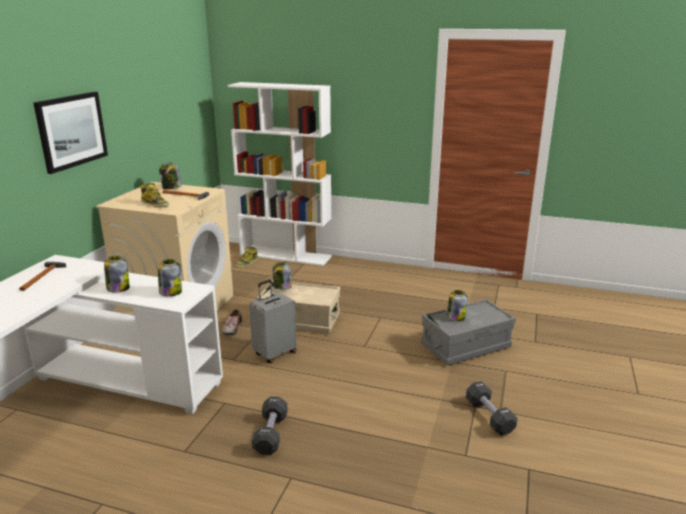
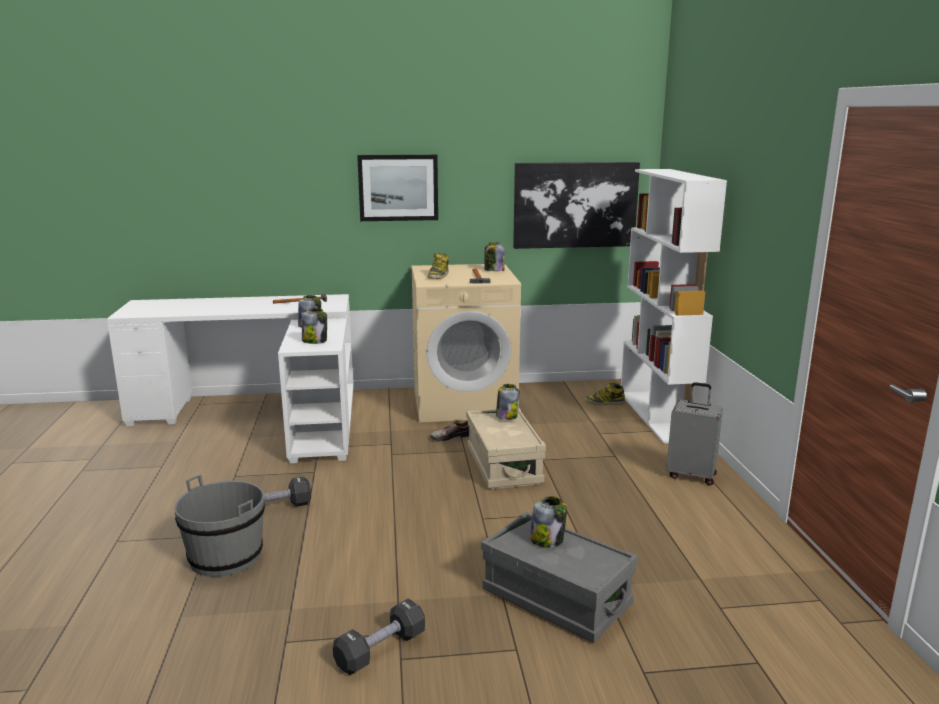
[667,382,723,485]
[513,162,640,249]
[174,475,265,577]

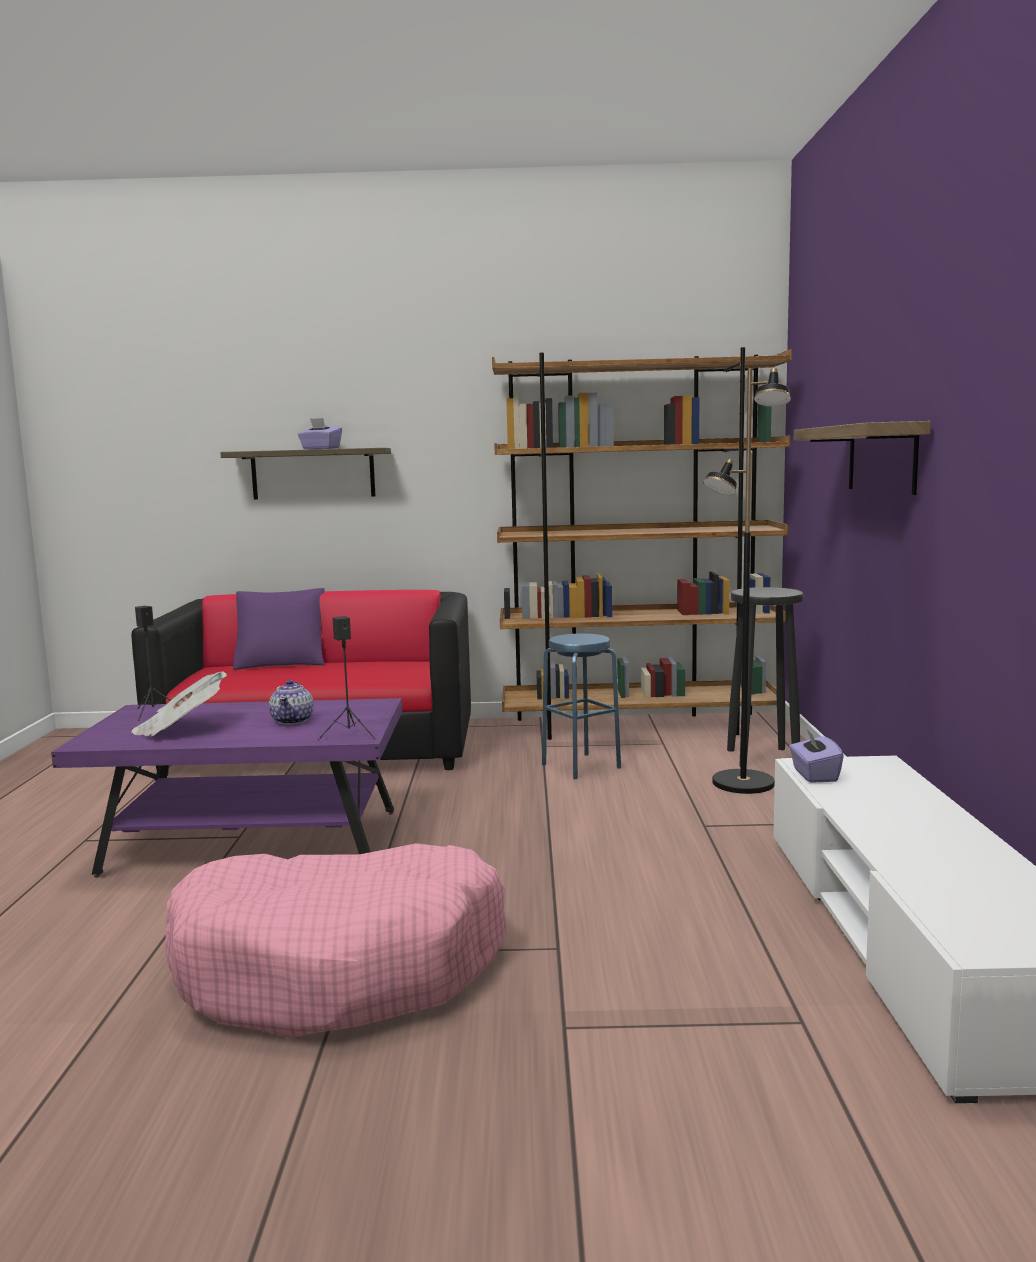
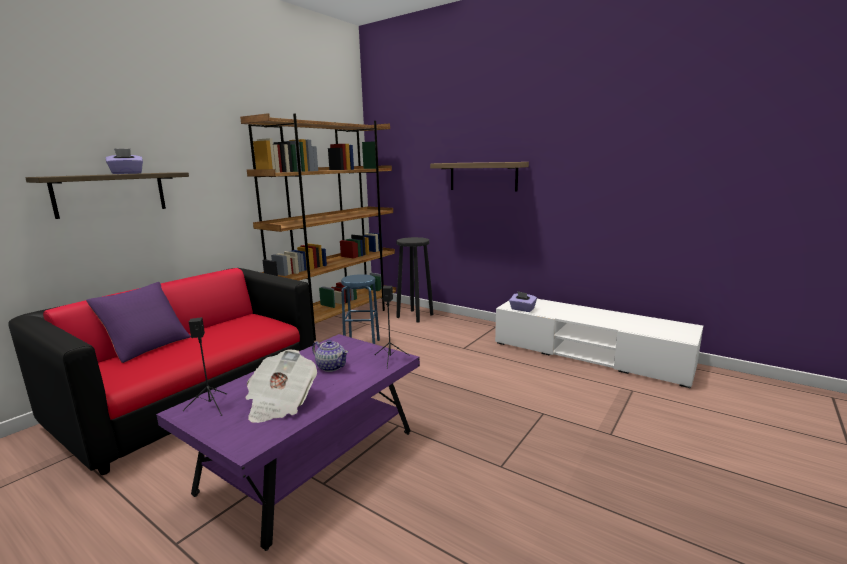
[703,368,791,794] (first image)
[165,843,507,1038] (first image)

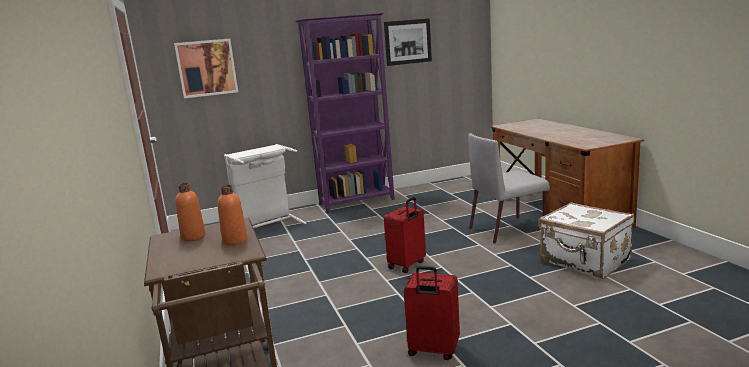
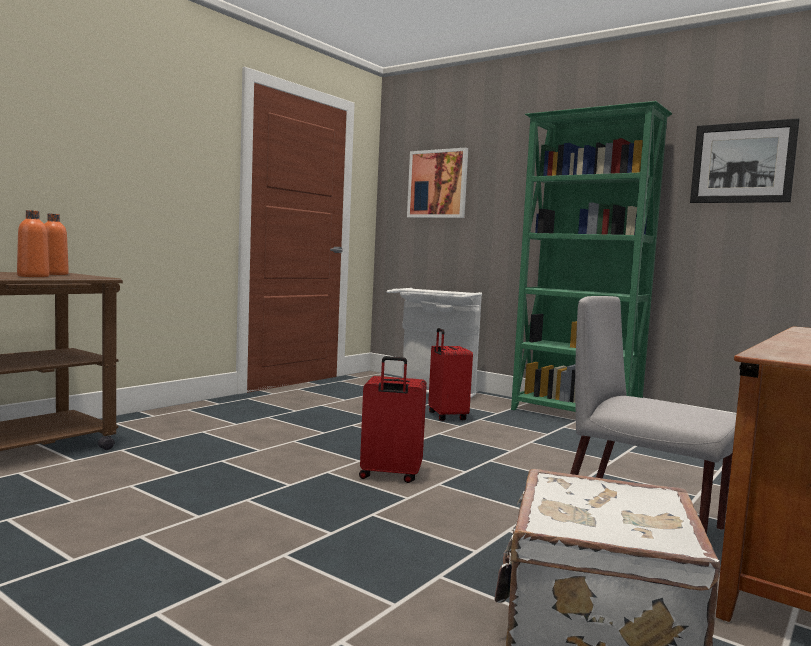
[511,101,672,412]
[428,328,473,421]

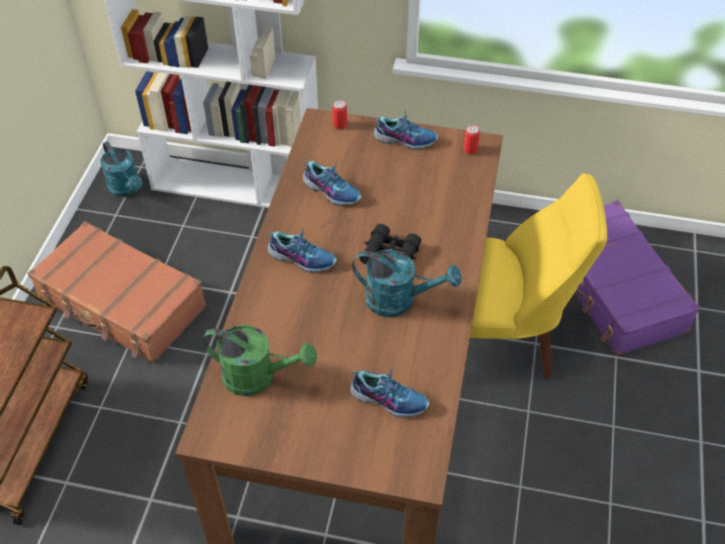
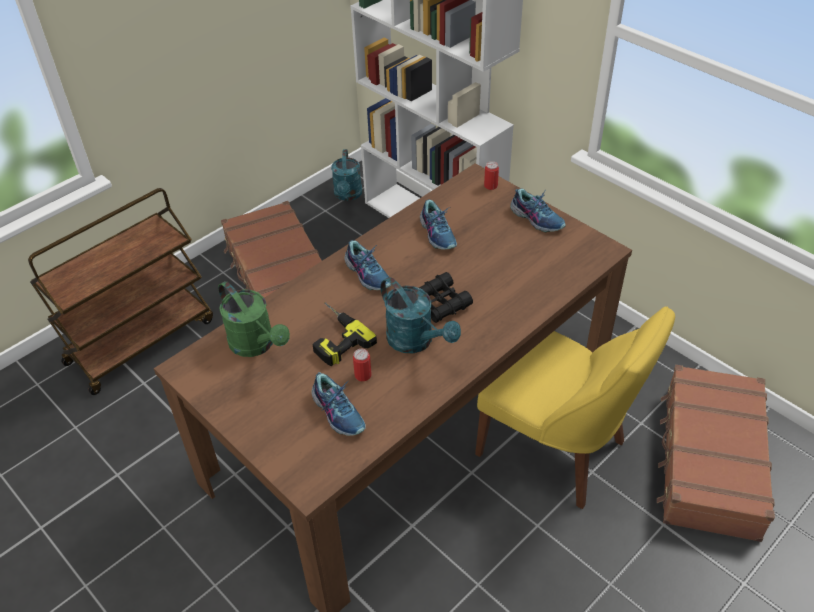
[353,349,371,381]
[657,365,775,542]
[313,302,377,366]

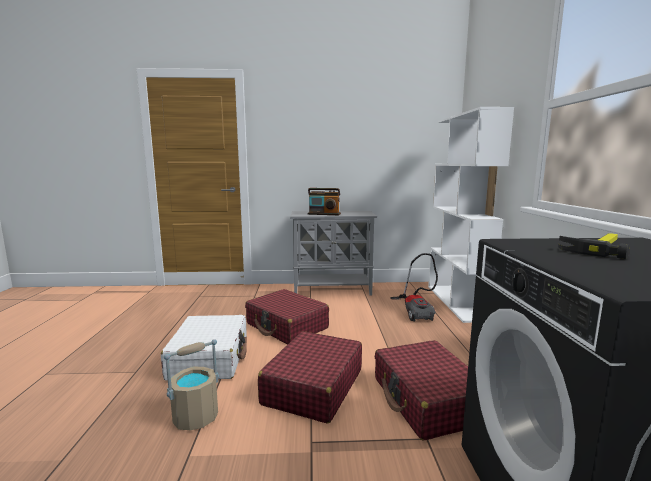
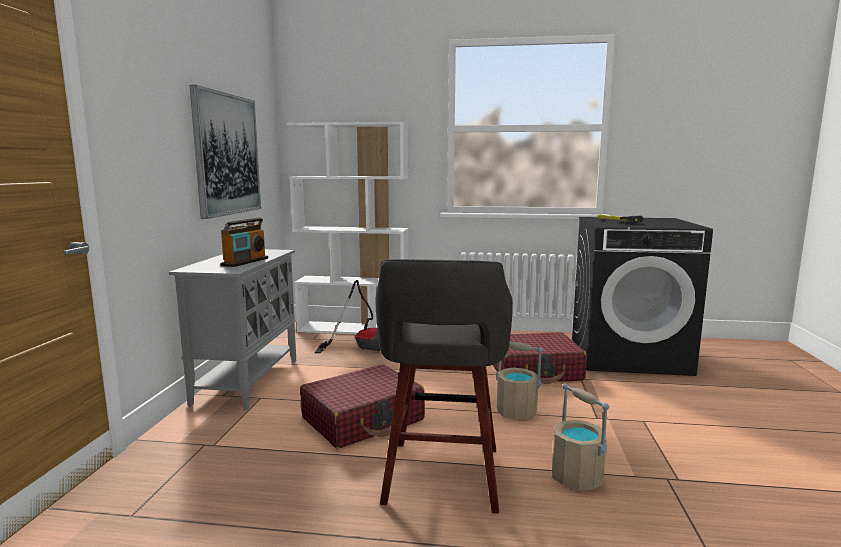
[375,259,513,514]
[496,342,543,420]
[190,85,261,219]

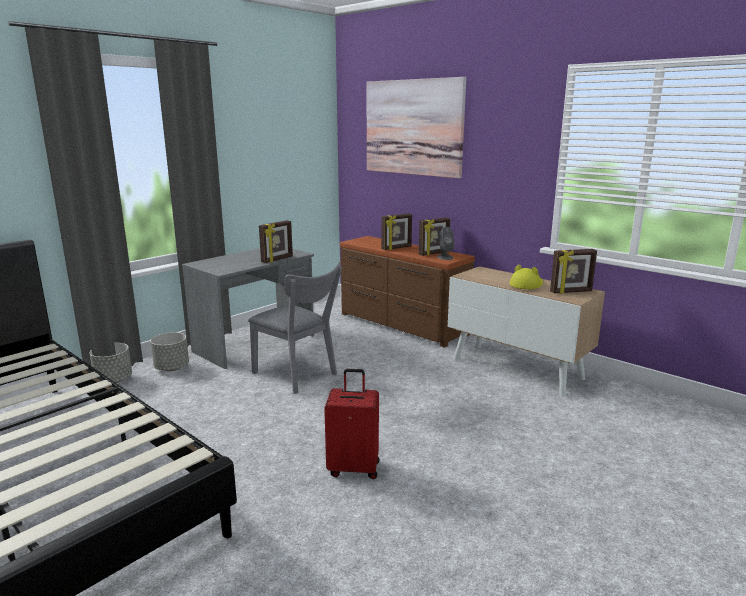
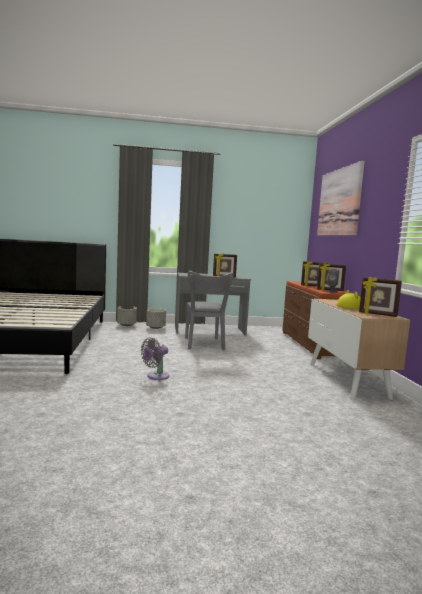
[141,338,170,380]

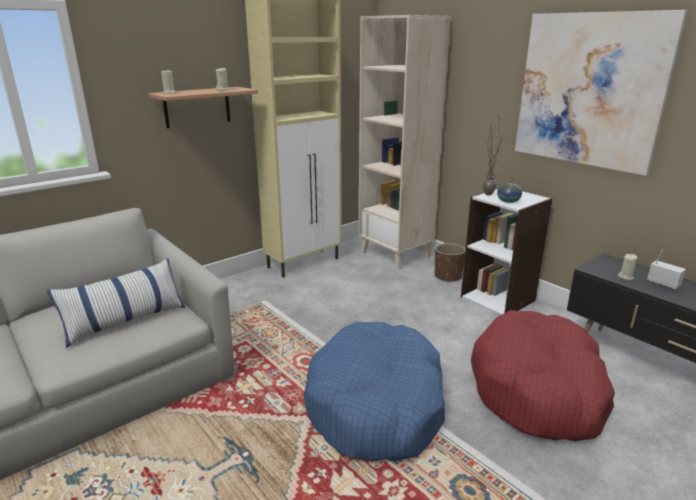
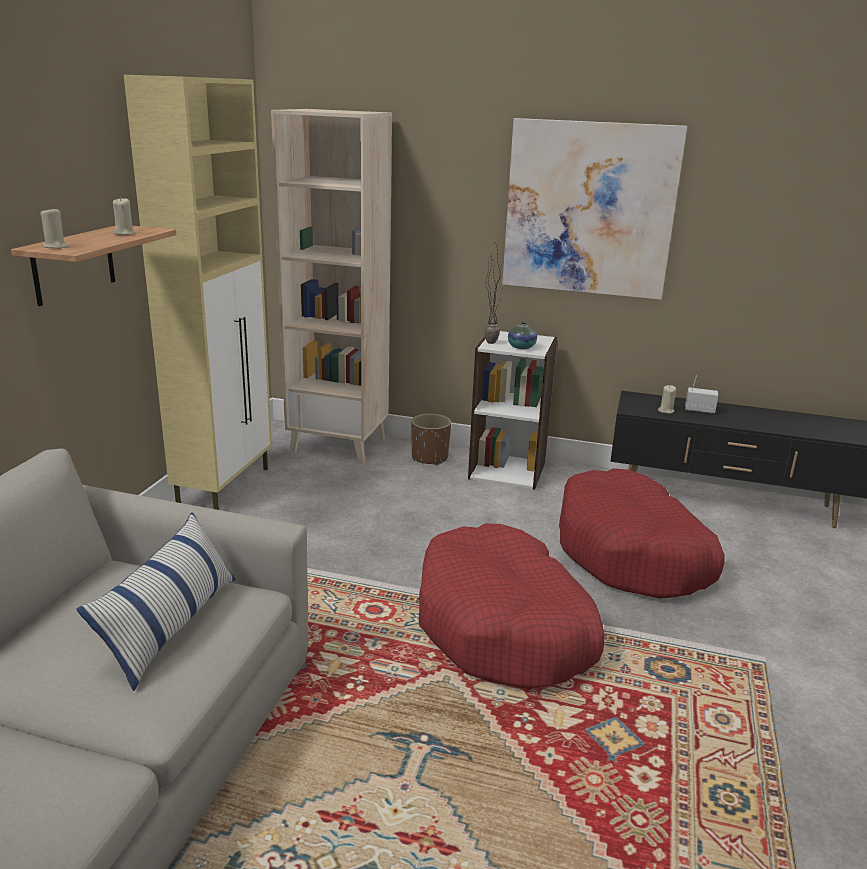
[419,523,604,689]

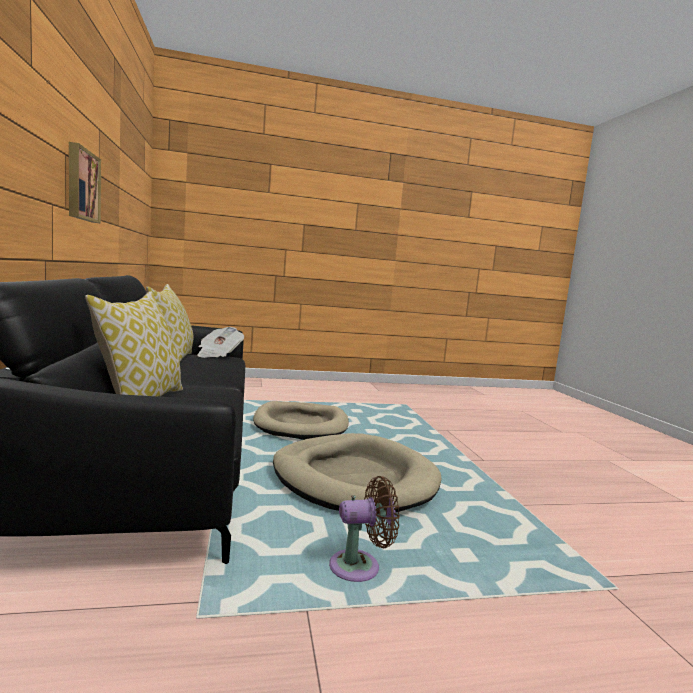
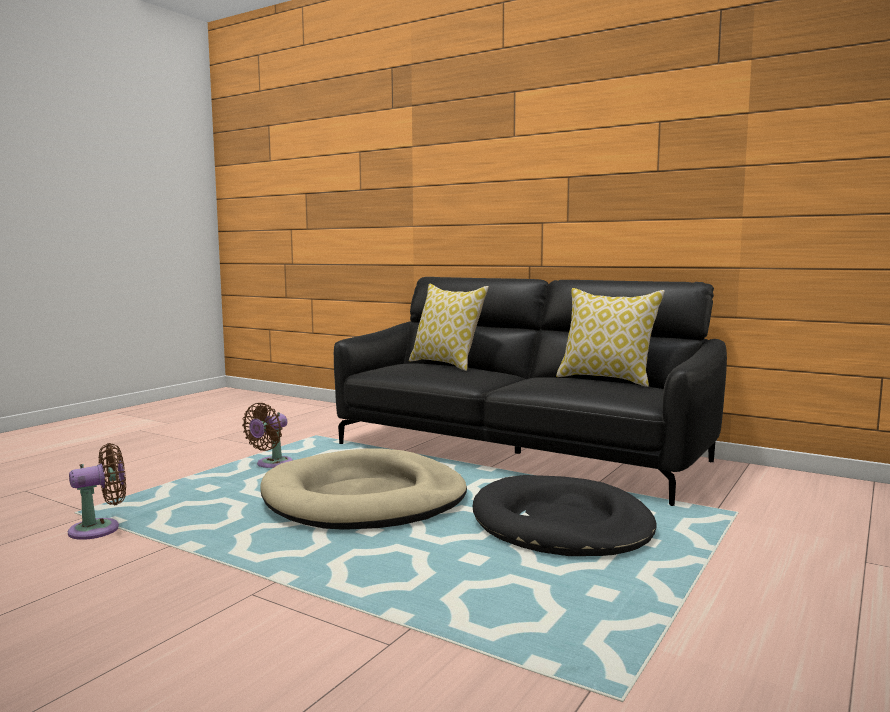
[69,142,101,223] (first image)
[197,327,244,358] (first image)
[473,475,656,556]
[68,443,126,540]

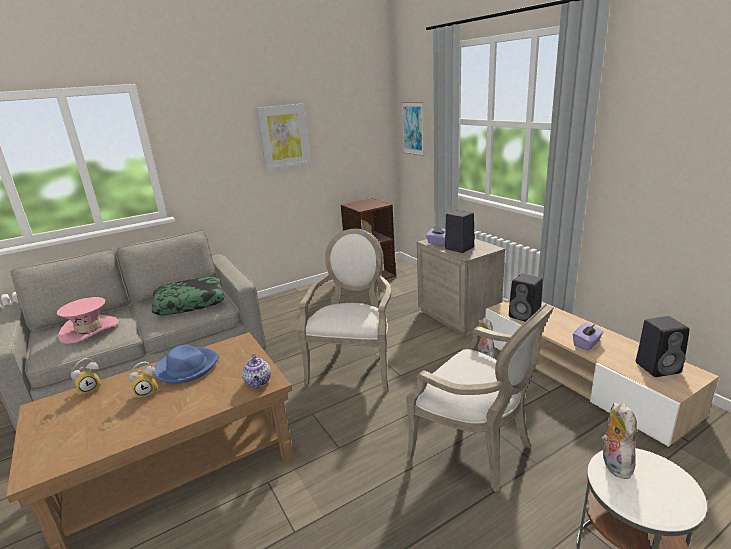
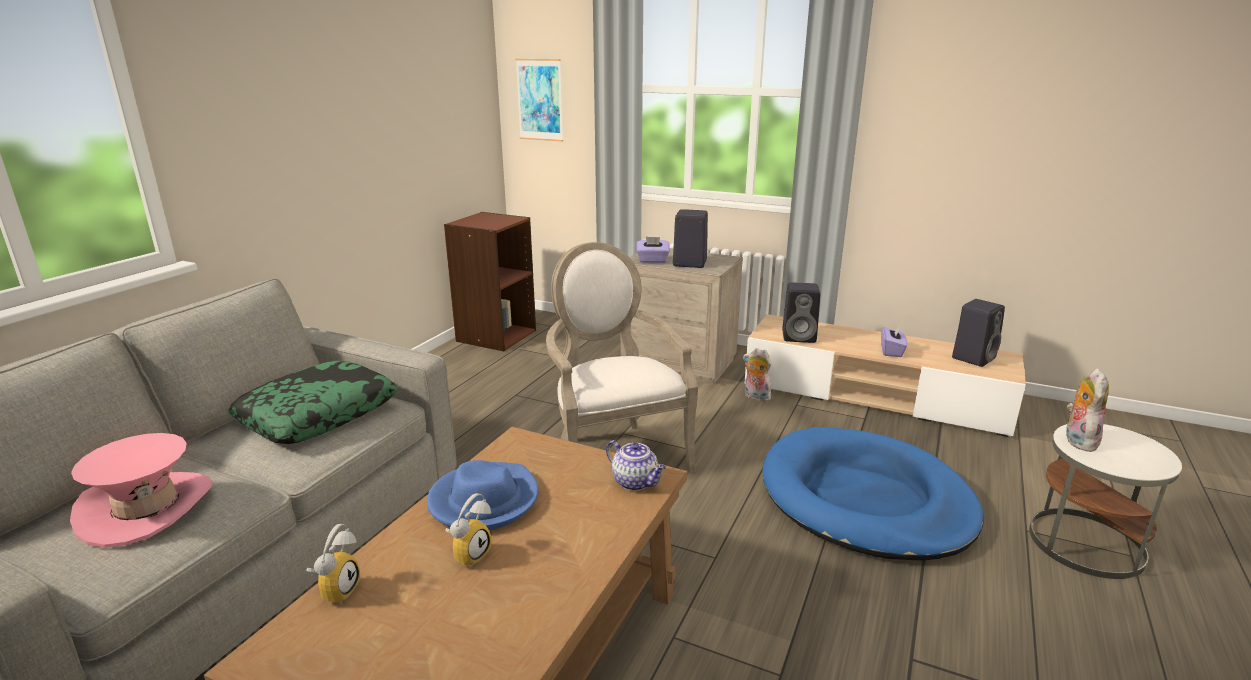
[257,103,310,170] (first image)
[762,427,984,561]
[1066,368,1109,453]

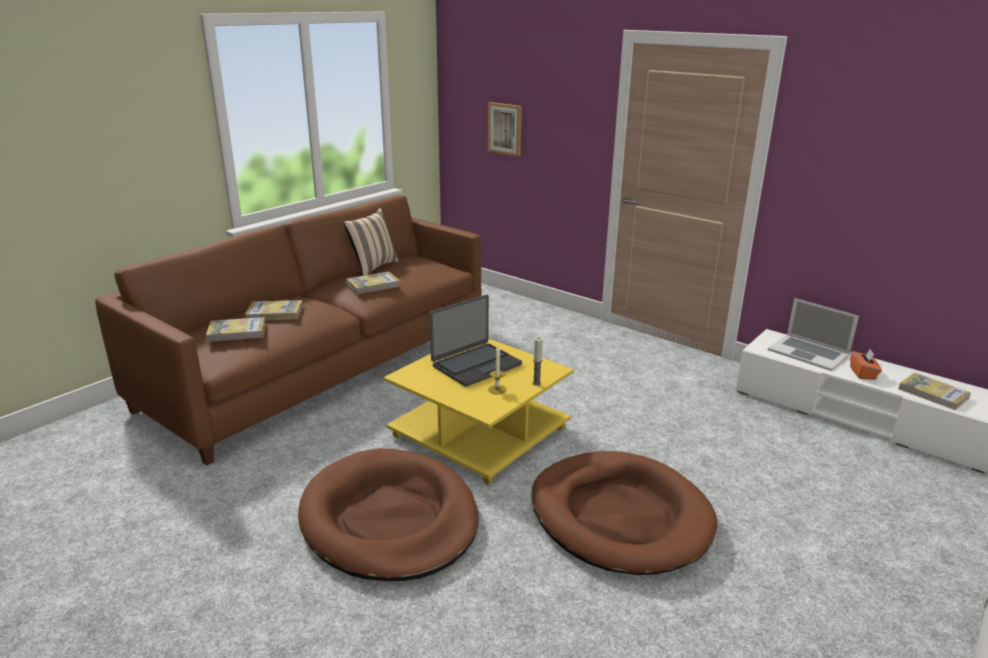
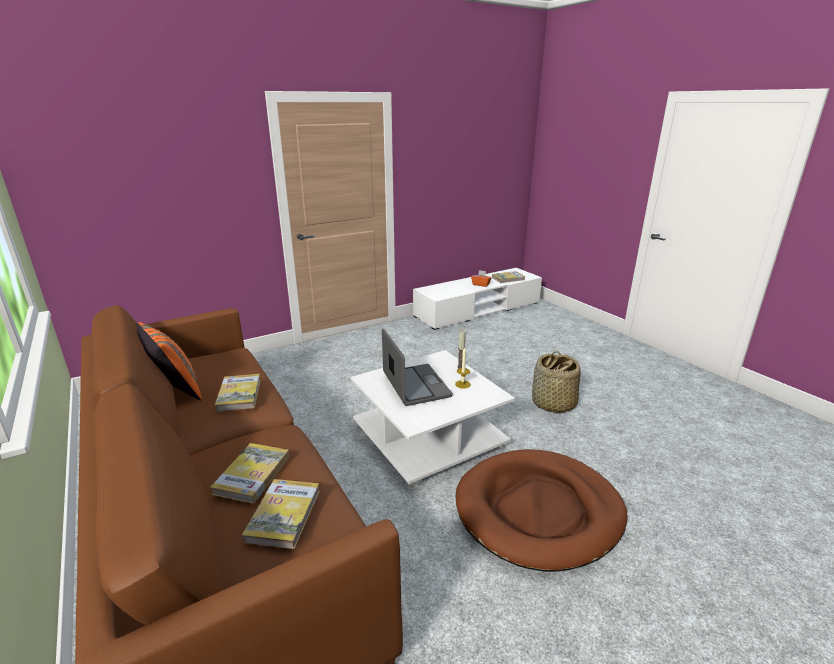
[488,102,522,156] (first image)
[137,322,202,401]
[768,298,859,371] (first image)
[351,350,515,488]
[532,351,581,413]

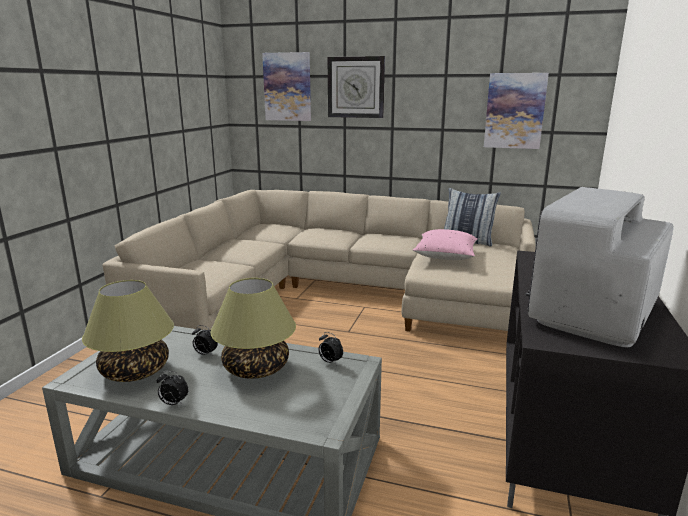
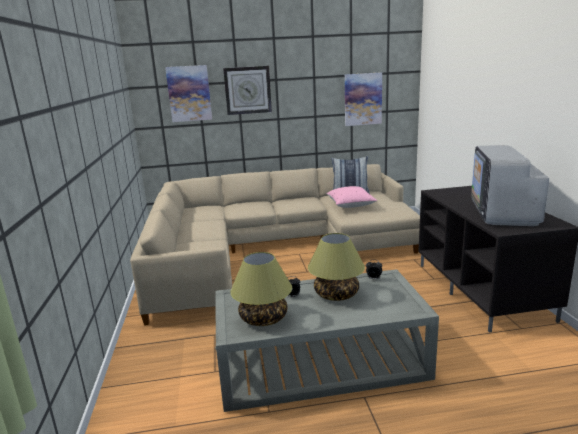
[157,371,188,405] (first image)

